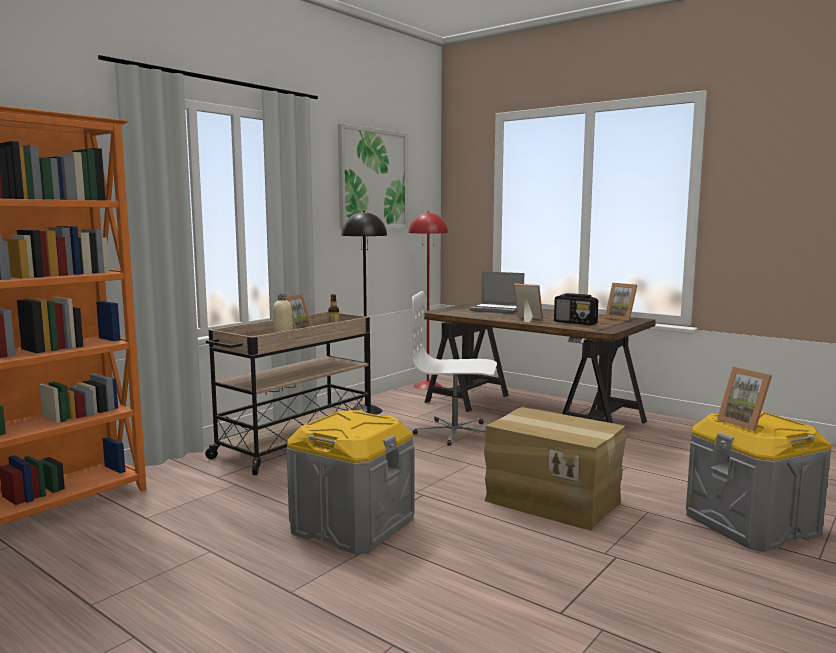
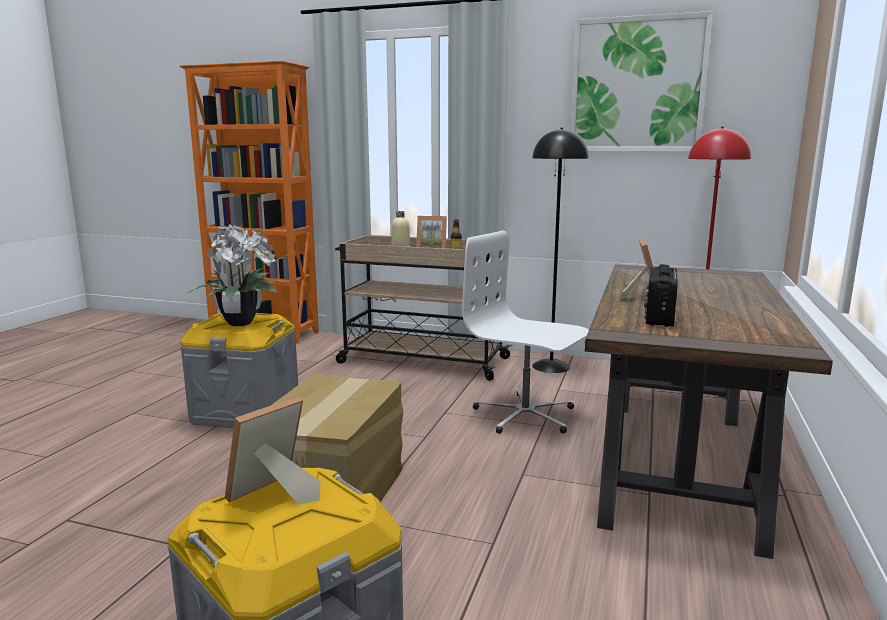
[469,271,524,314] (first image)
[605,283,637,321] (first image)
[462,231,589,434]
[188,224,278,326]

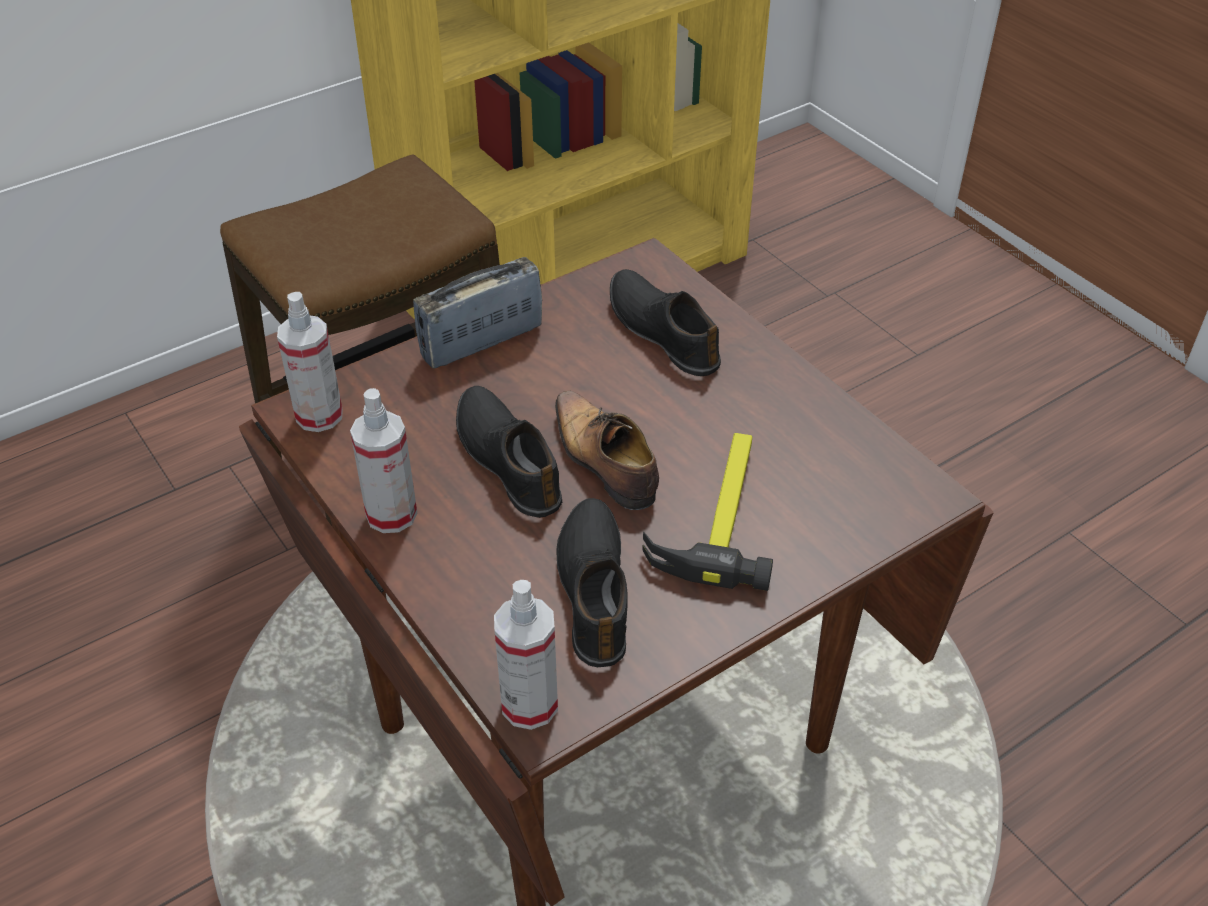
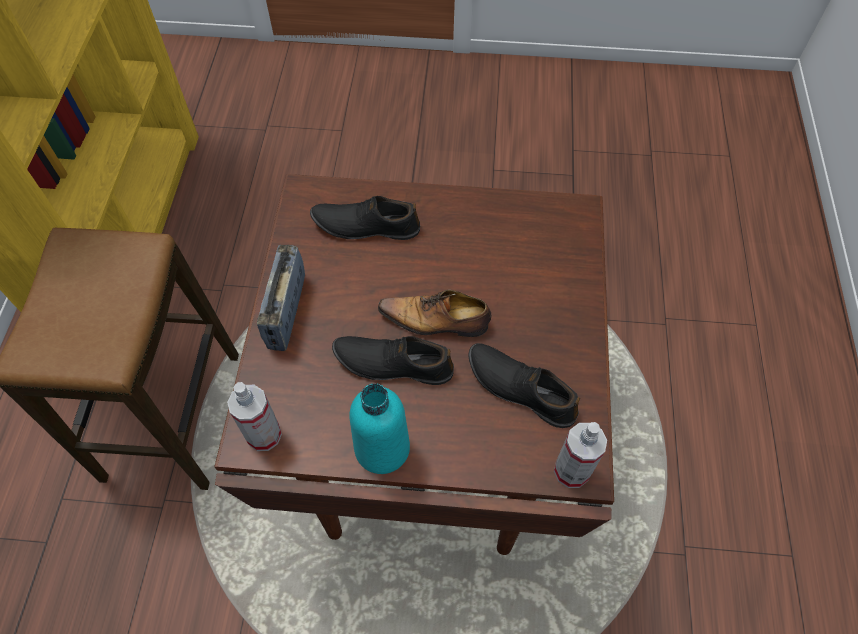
[349,383,410,474]
[642,433,773,591] (first image)

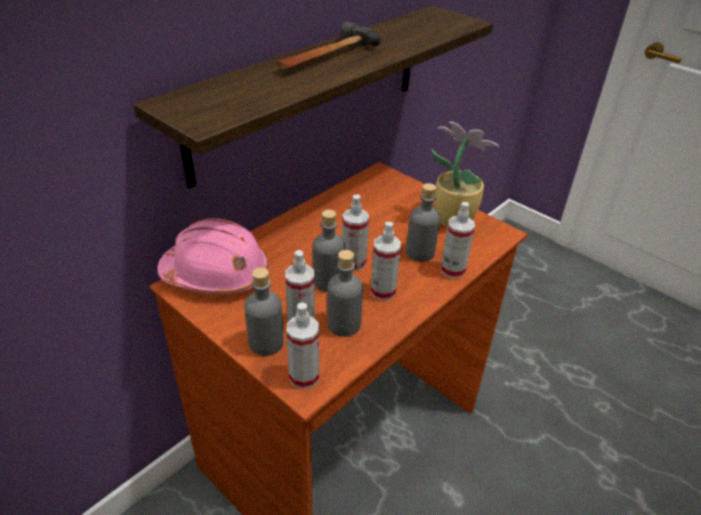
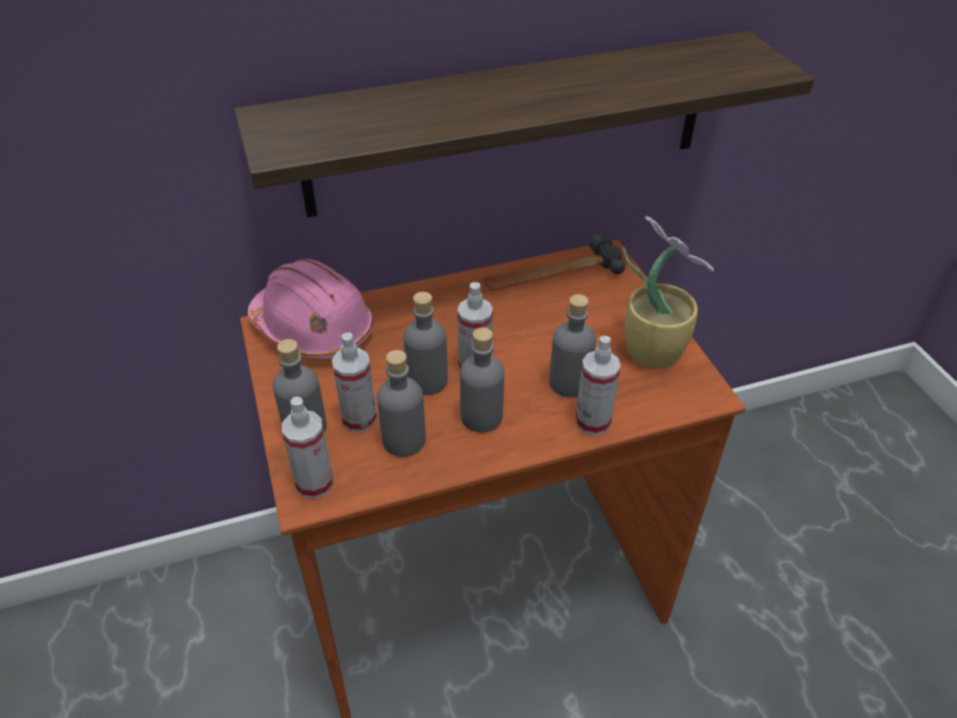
[484,233,625,291]
[460,328,505,433]

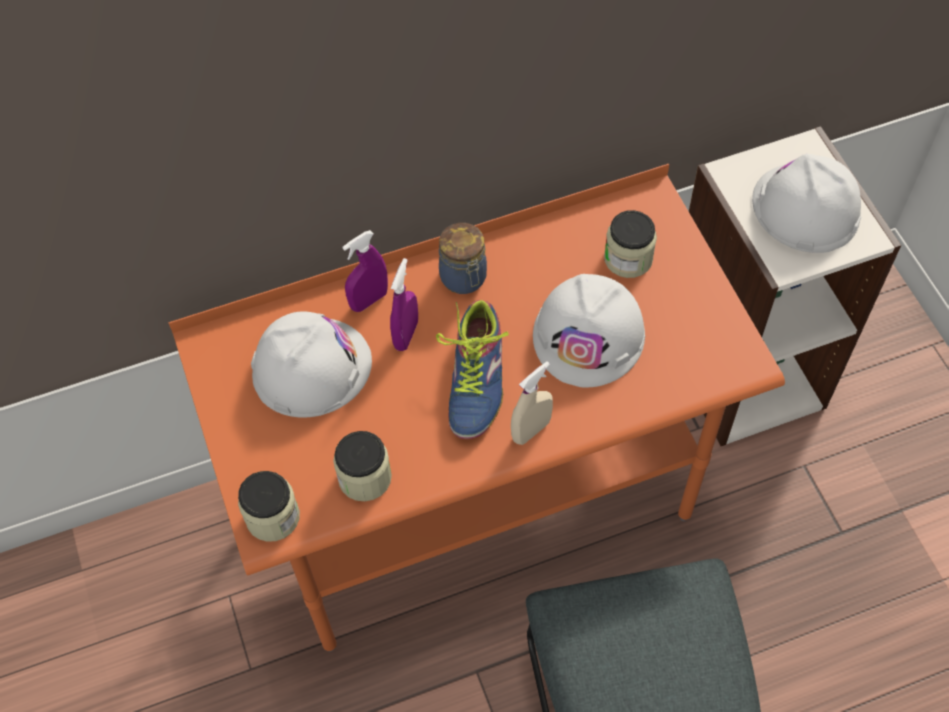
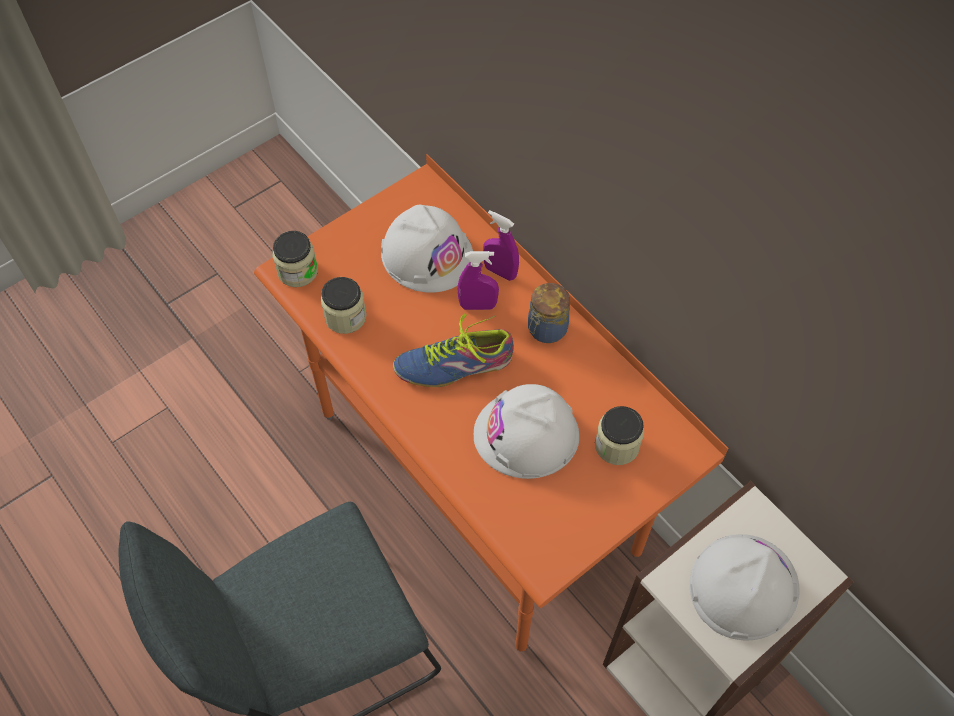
[511,361,553,445] (first image)

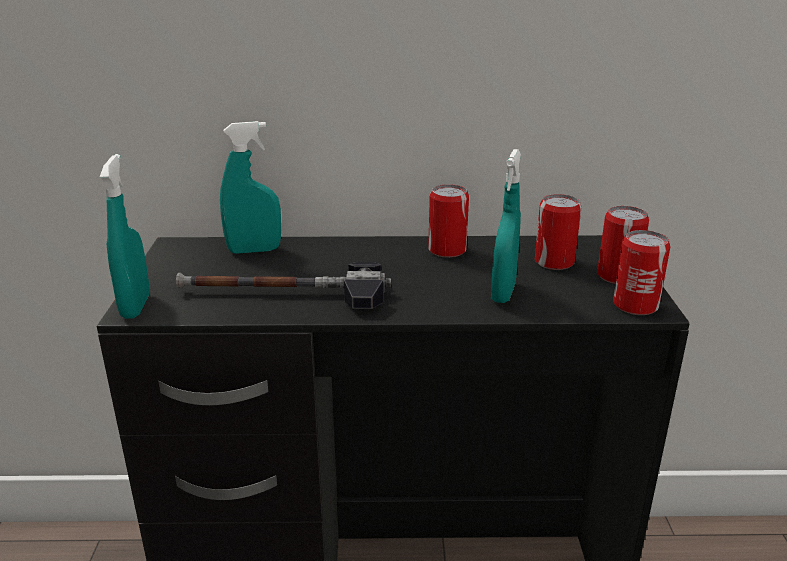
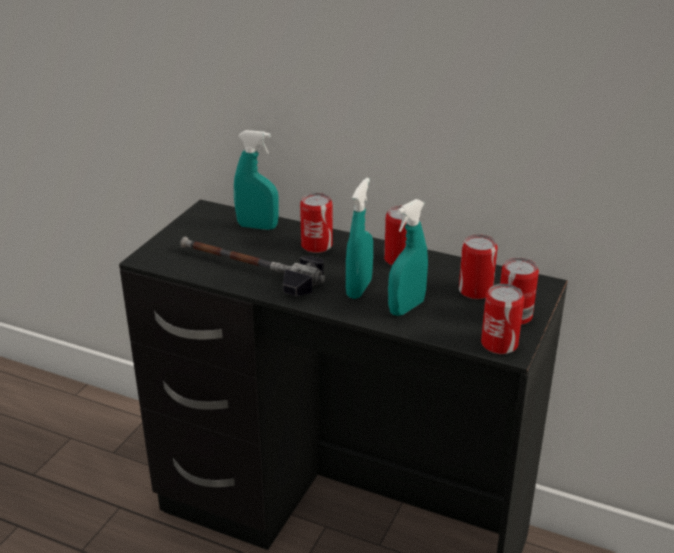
[346,178,373,299]
[300,193,332,253]

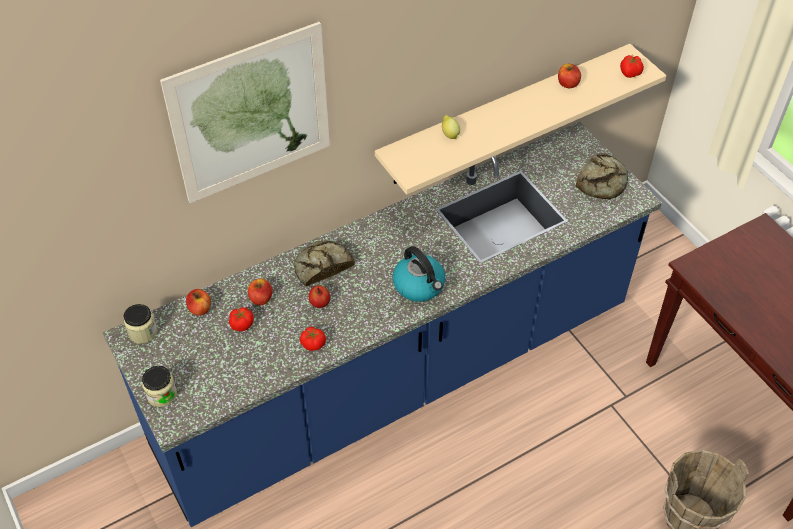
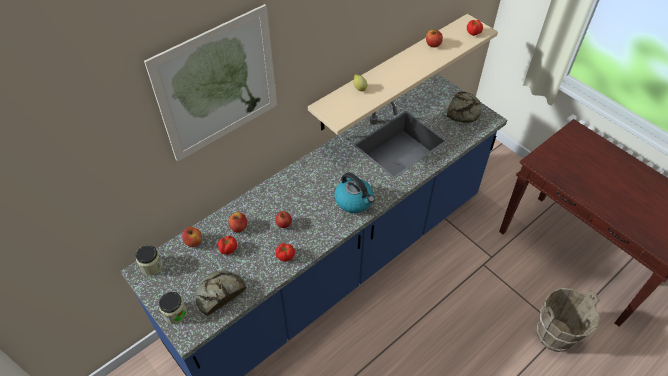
[195,271,246,316]

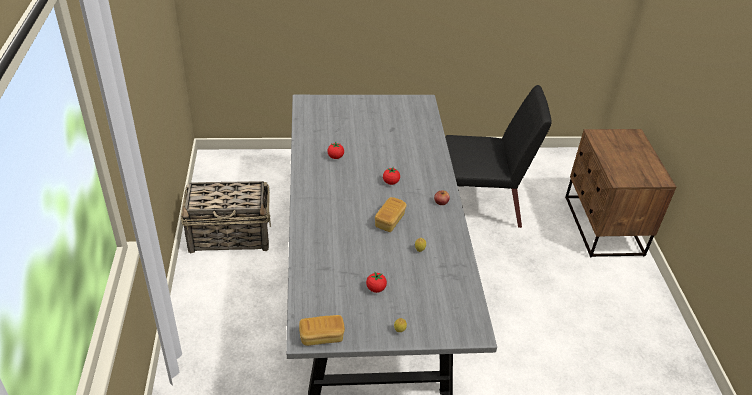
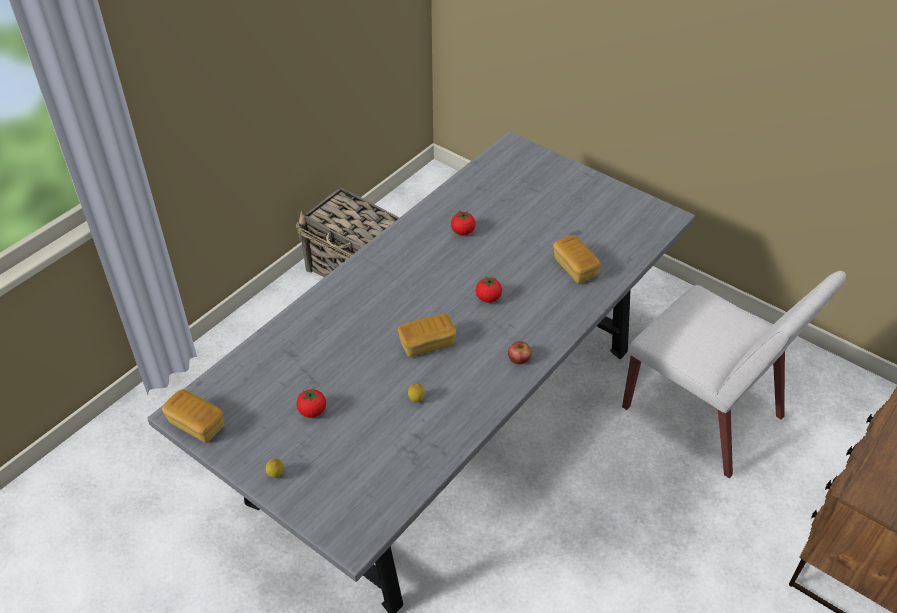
[622,271,847,478]
[553,235,601,284]

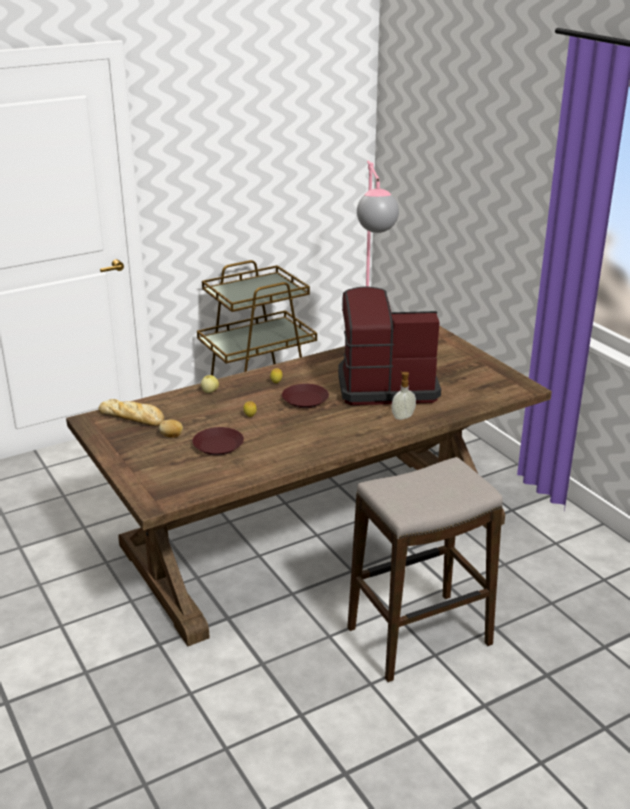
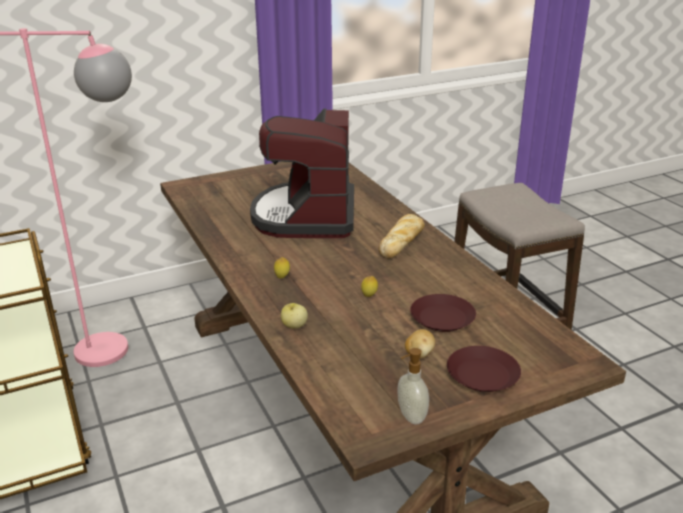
[397,348,429,424]
[447,346,521,392]
[379,214,425,259]

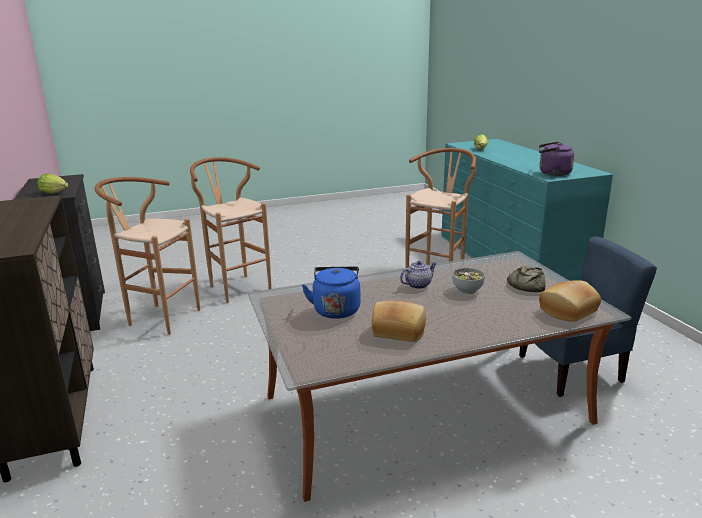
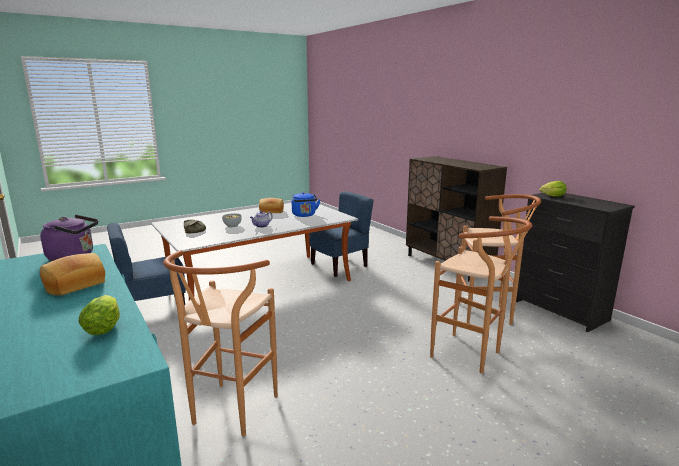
[40,253,105,296]
[309,191,374,277]

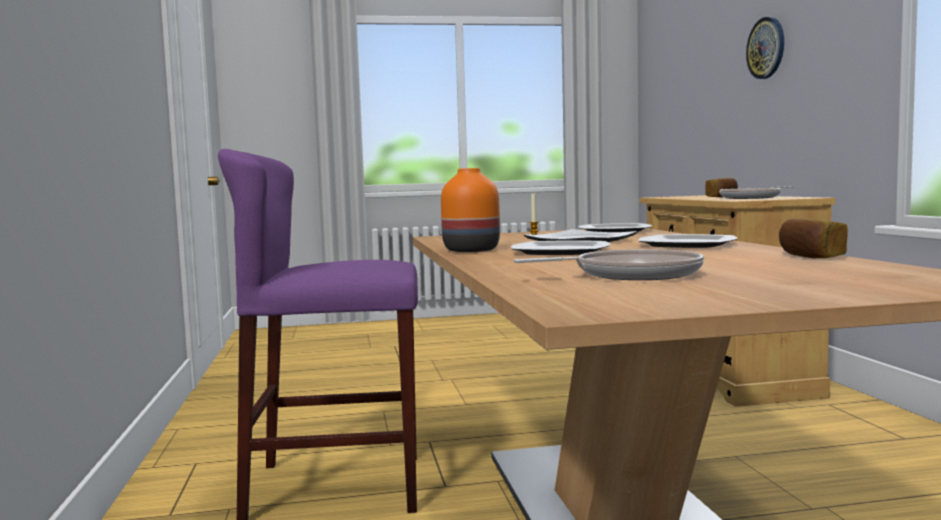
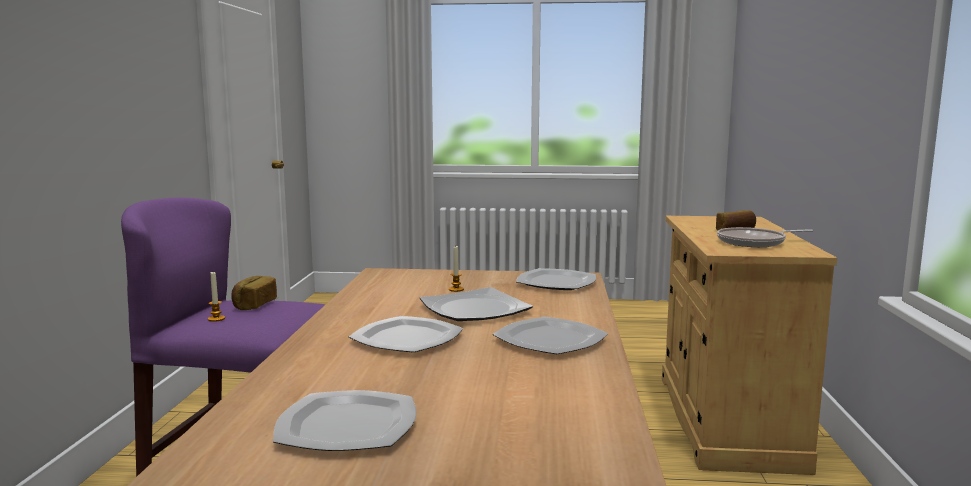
[746,17,784,79] (first image)
[441,168,500,252] (first image)
[231,276,277,310]
[273,390,416,451]
[208,272,225,322]

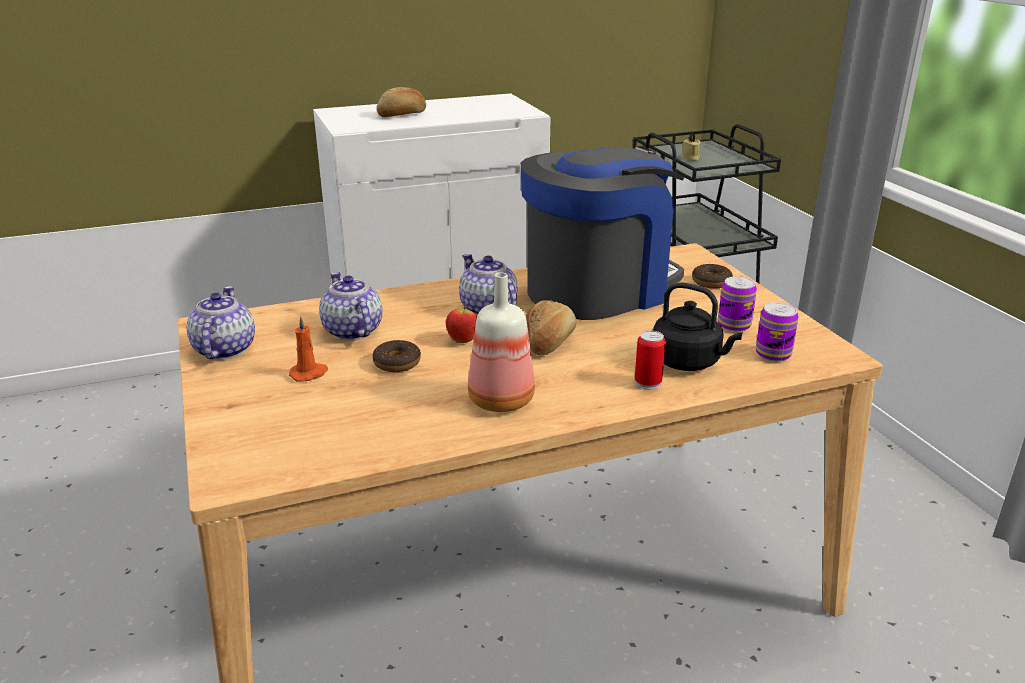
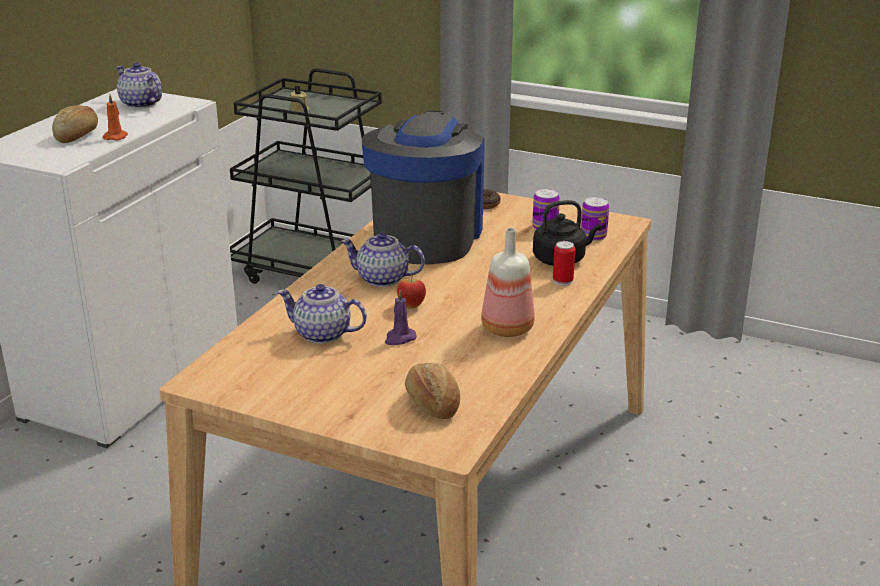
[116,62,162,108]
[405,363,460,419]
[103,95,128,141]
[385,289,417,345]

